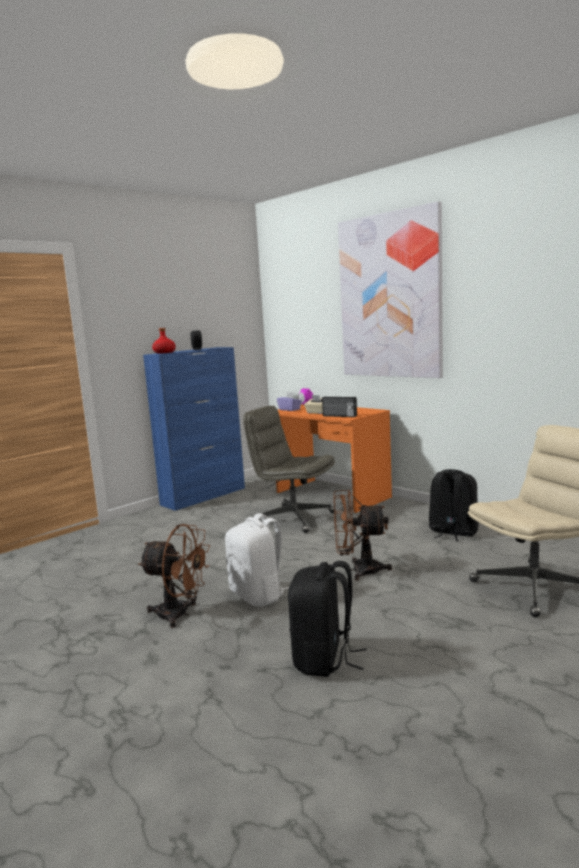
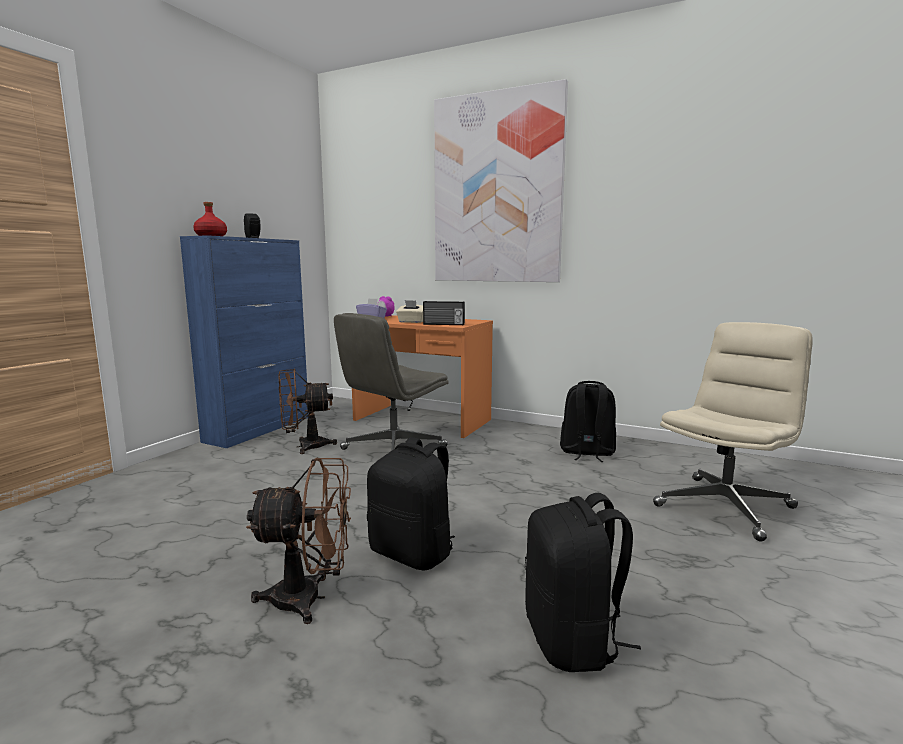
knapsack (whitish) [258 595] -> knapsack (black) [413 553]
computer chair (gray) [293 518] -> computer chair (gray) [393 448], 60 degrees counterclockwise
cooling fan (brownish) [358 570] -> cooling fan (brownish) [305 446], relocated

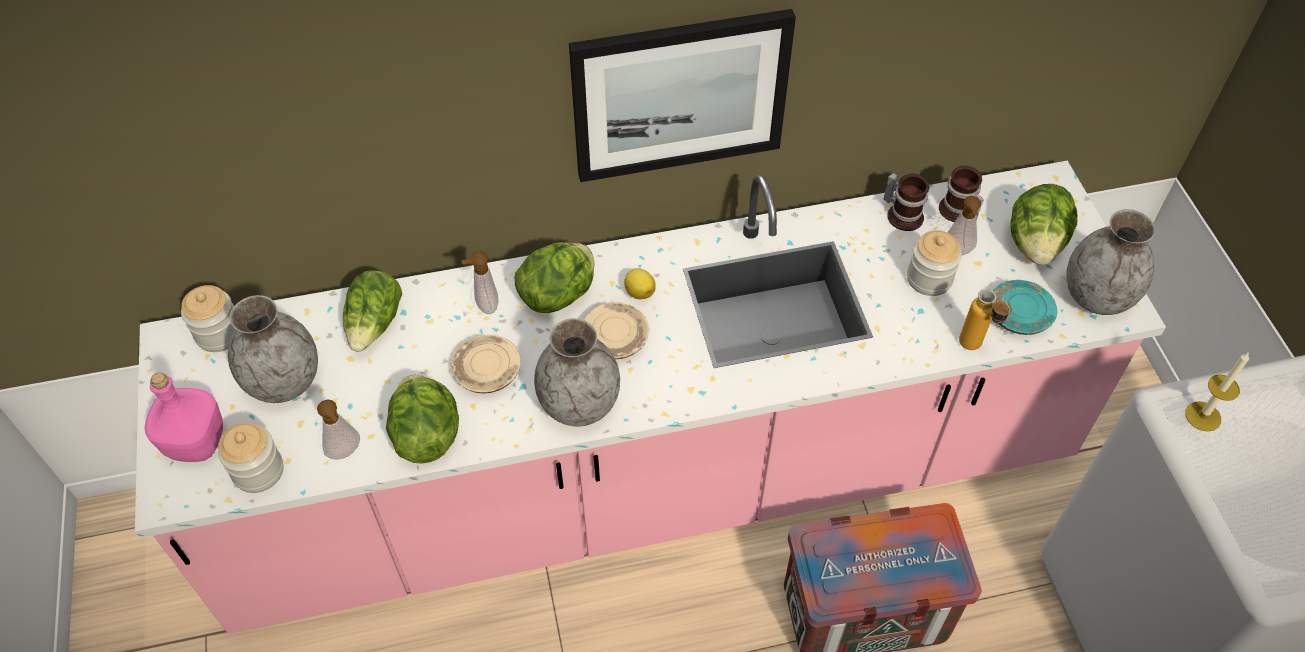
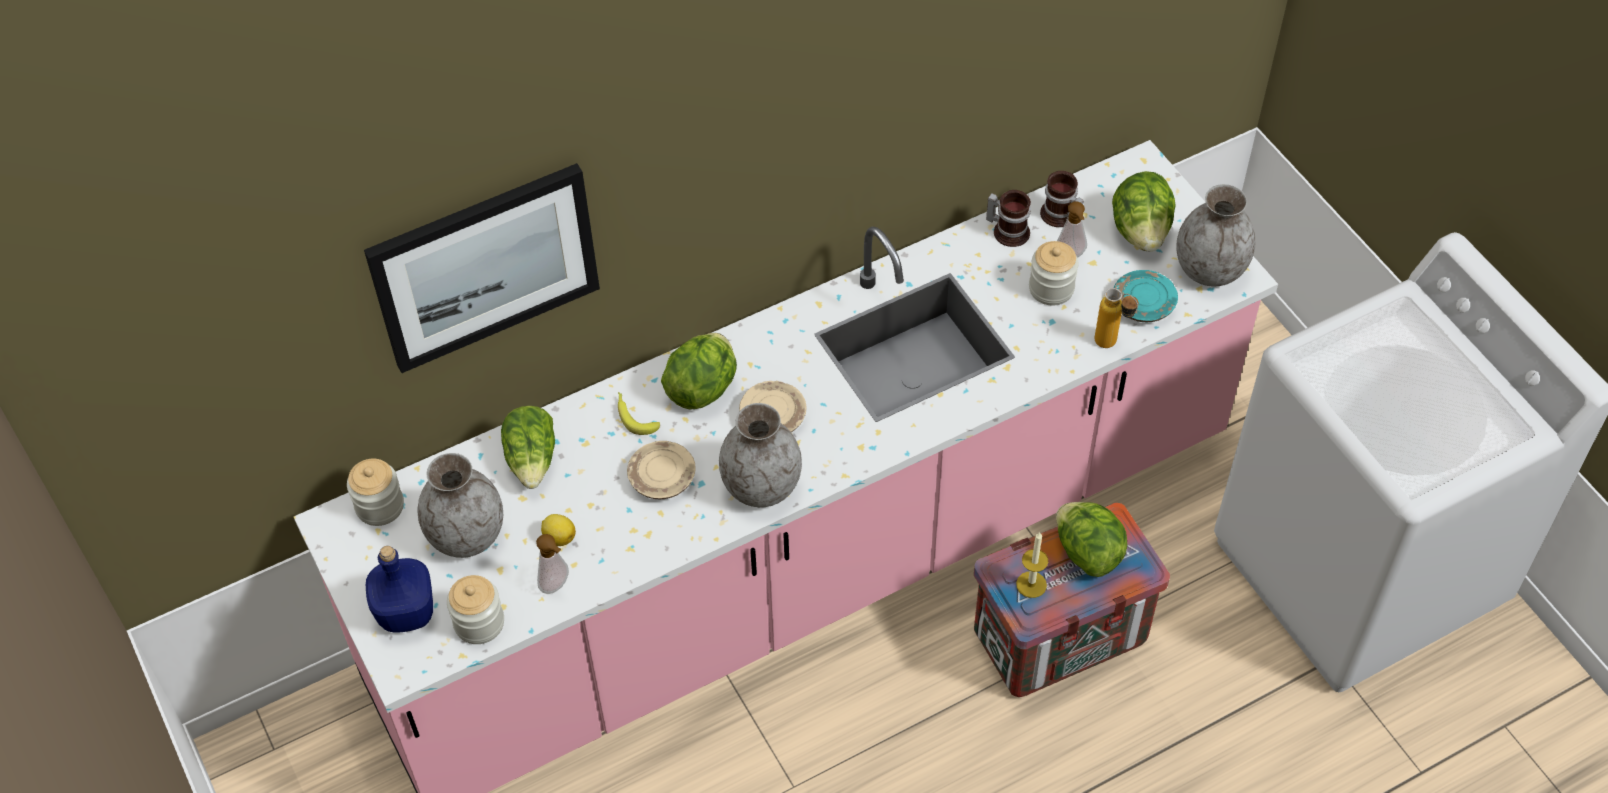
beverage bottle (pink) [196 444] -> beverage bottle (blue) [407 614]
head of lettuce [426 434] -> head of lettuce [1087 552], relocated
liquid soap bottle [485 306] -> whole banana [634 416]
wall picture [680 95] -> wall picture [485 266], relocated
lemon [639 292] -> lemon [559 537], relocated
candle [1203 416] -> candle [1031 584], relocated

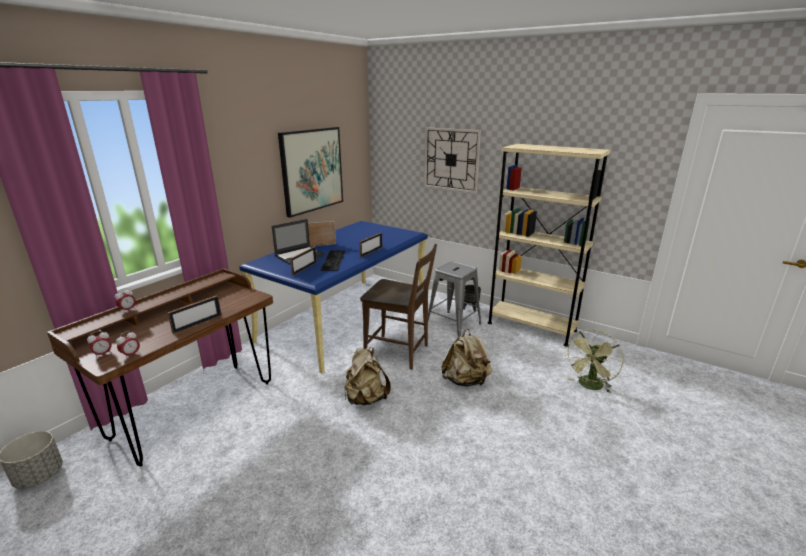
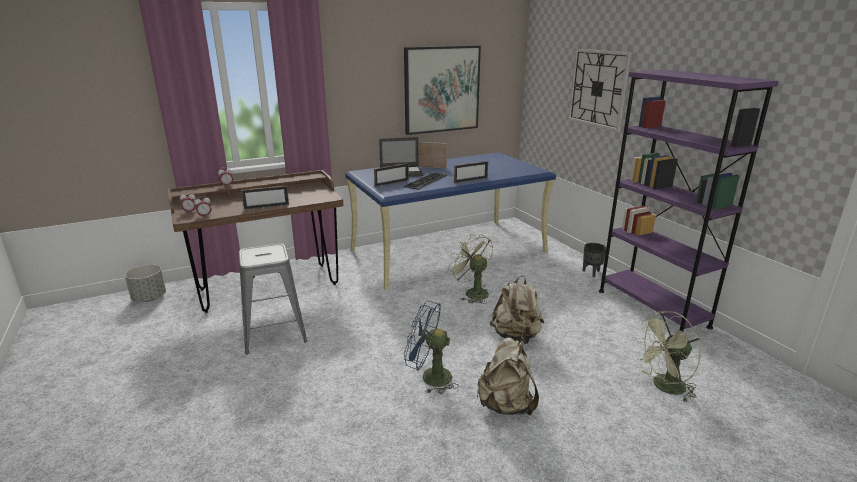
knapsack (beige) [365 398] -> knapsack (beige) [506 405], relocated
upright chair (brownish) [399 353] -> cooling fan (green-coloured) [472 292]
sitting stool (gray) [453 325] -> sitting stool (gray) [274 332], relocated
bookcase (beige) [531 327] -> bookcase (purple-coloured) [652 308]
none -> cooling fan (blue) [429 377]

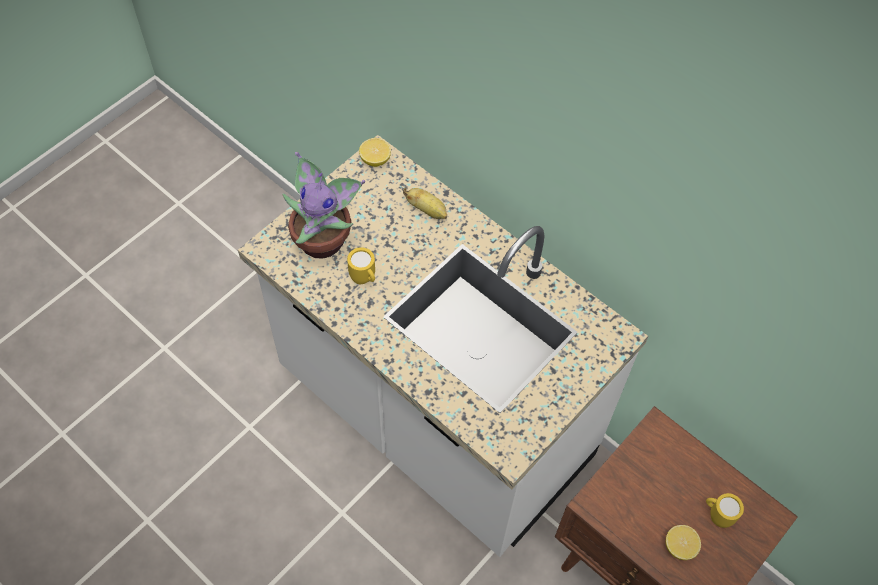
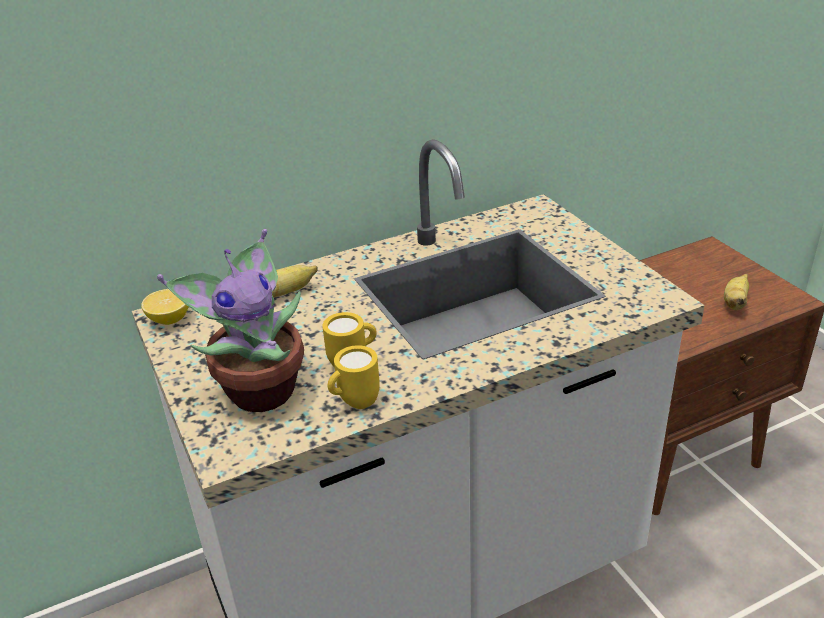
lemon [679 546] -> whole banana [735 303]
tea mug (yellow) [717 515] -> tea mug (yellow) [354 403], relocated

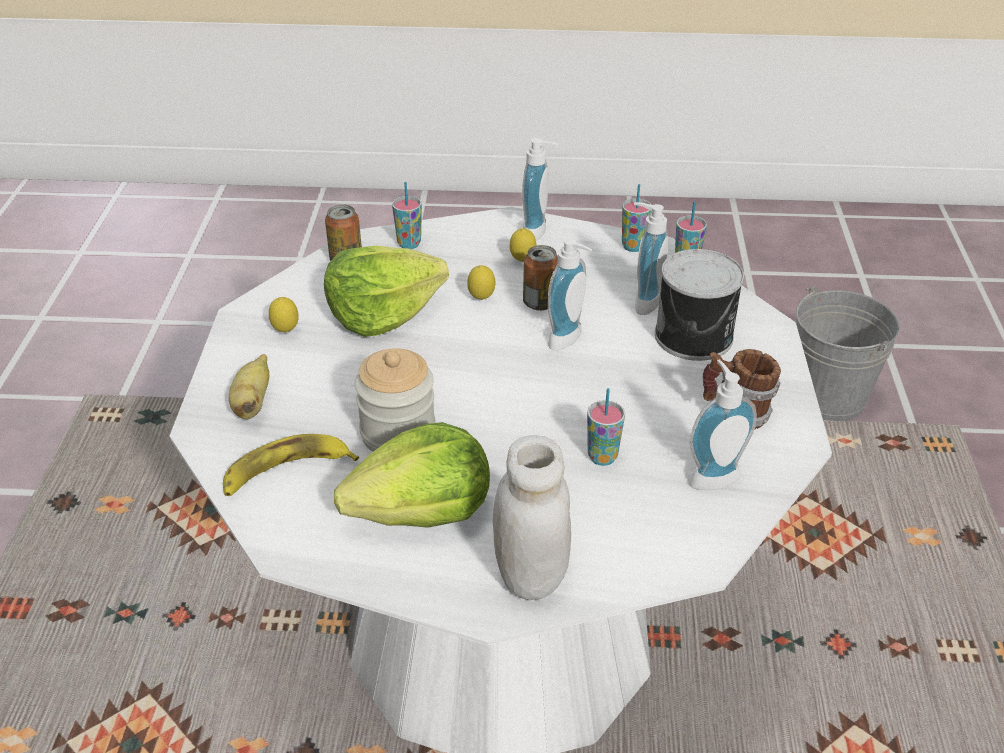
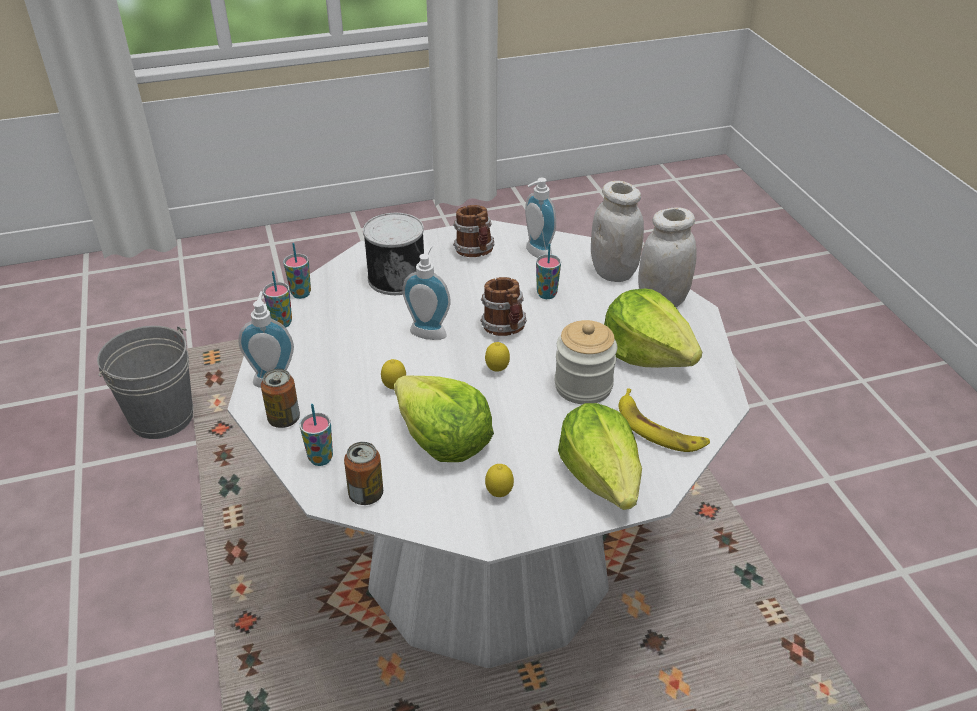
whole banana [253 403] -> head of lettuce [602 477]
lemon [522 261] -> lemon [497 370], relocated
sealed can [540 303] -> sealed can [284 419], relocated
liquid soap bottle [642 301] -> none
none -> tea mug [505 329]
none -> jar (whitish) [613 273]

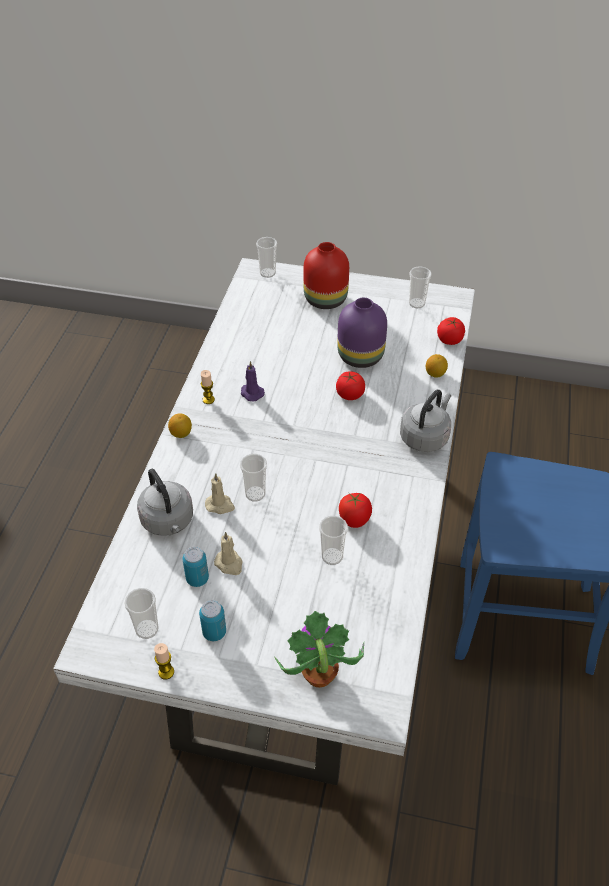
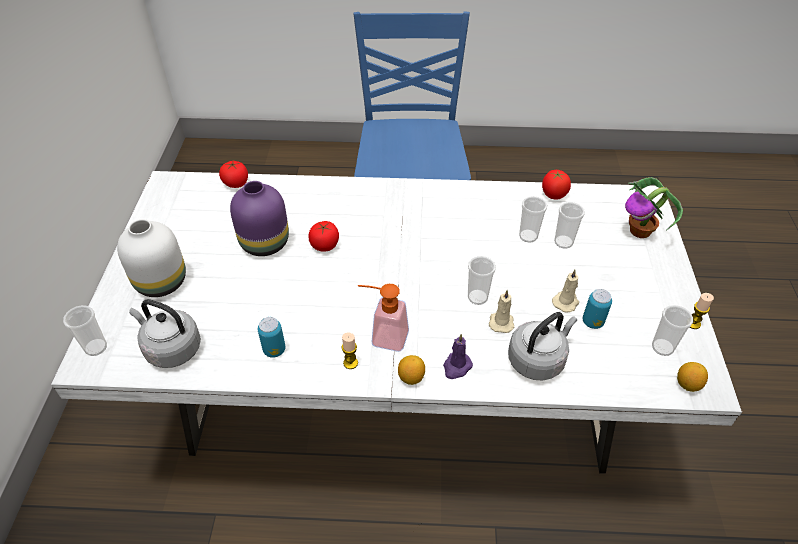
sealed can [214 632] -> sealed can [274 350], relocated
candle (purple-coloured) [251 393] -> candle (purple-coloured) [456 367], relocated
vase (red) [326 299] -> vase (whitish) [161 281]
tomato [354 520] -> tomato [553 195], relocated
tea kettle (gray) [425 437] -> tea kettle (gray) [171 348], relocated
drinking cup [416 303] -> drinking cup [563 242], relocated
lemon [435 374] -> lemon [687 384], relocated
none -> liquid soap bottle [383 336]

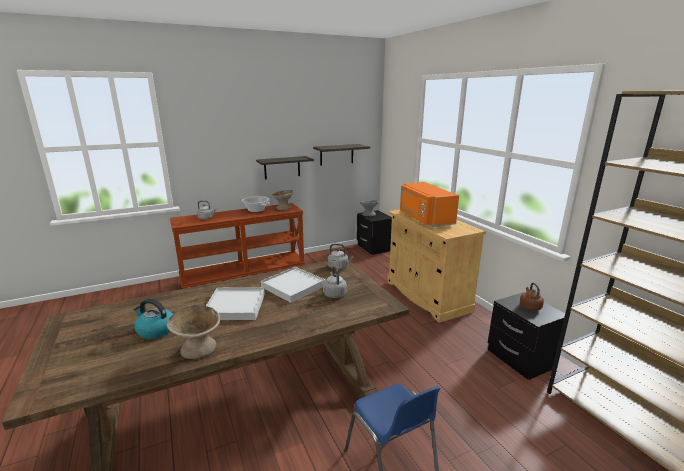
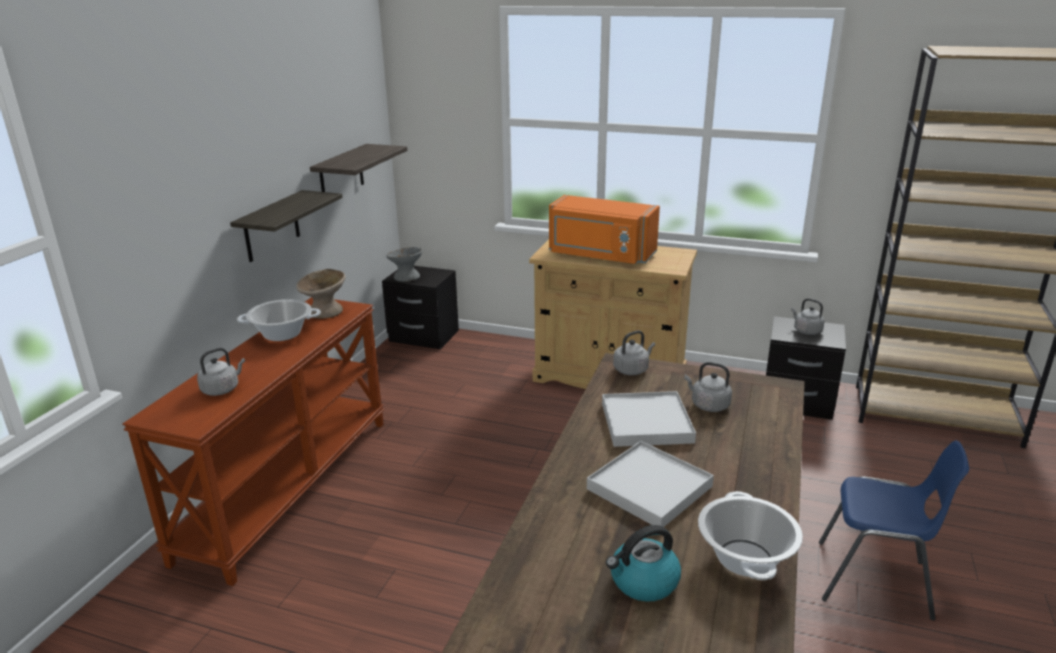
bowl (beige) [198 348] -> stockpot [744 558]
tea kettle (brownish) [529 306] -> tea kettle (gray) [806 331]

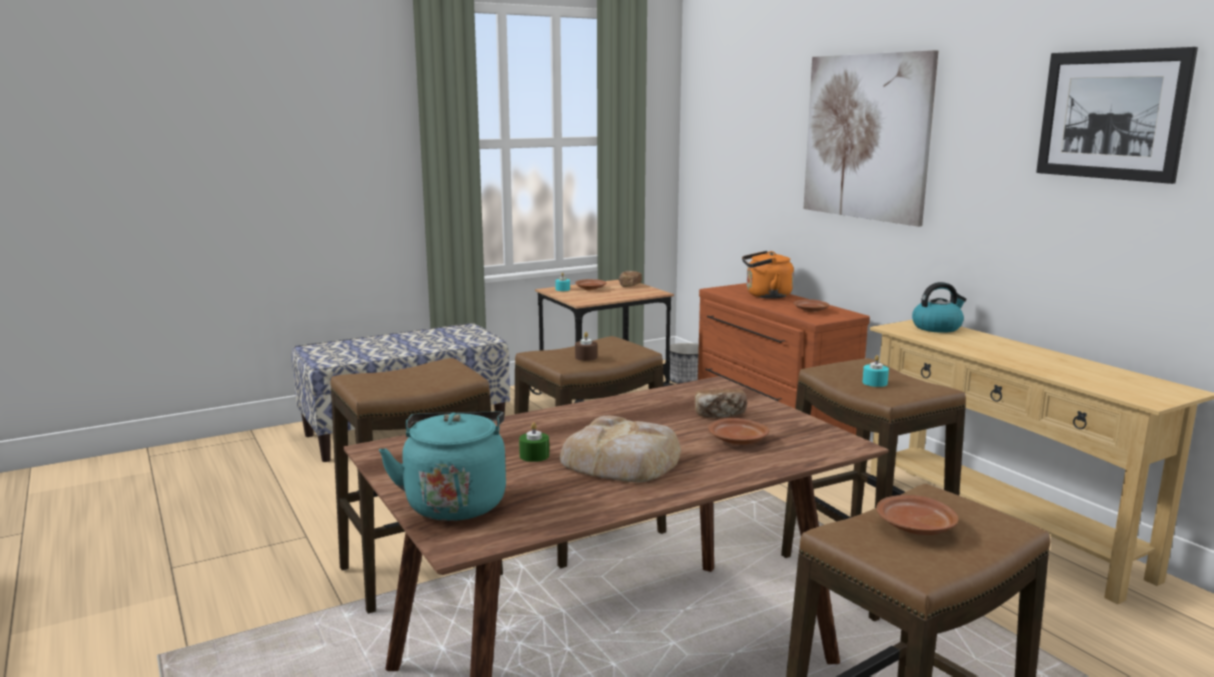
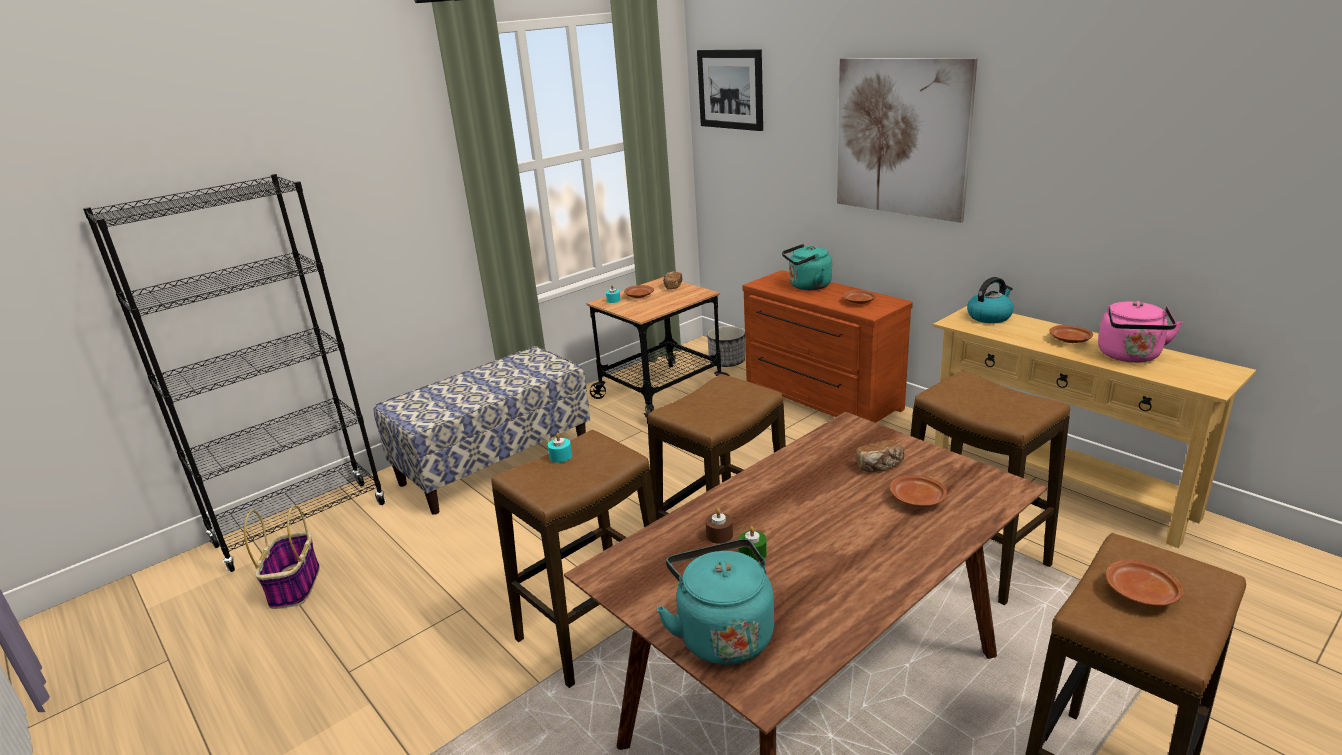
baked bread [622 461] -> none
candle (brownish) [586 357] -> candle (brownish) [719 535], relocated
tea kettle (orange-coloured) [765 295] -> tea kettle (blue-green) [807 286]
candle (blue-green) [874 383] -> candle (blue-green) [560 456], relocated
wall picture [1111 115] -> wall picture [730 89], relocated
none -> bookcase (black) [302 524]
none -> household basket [295 585]
none -> dinner plate (brownish) [1070 340]
none -> tea kettle (pink) [1130 356]

